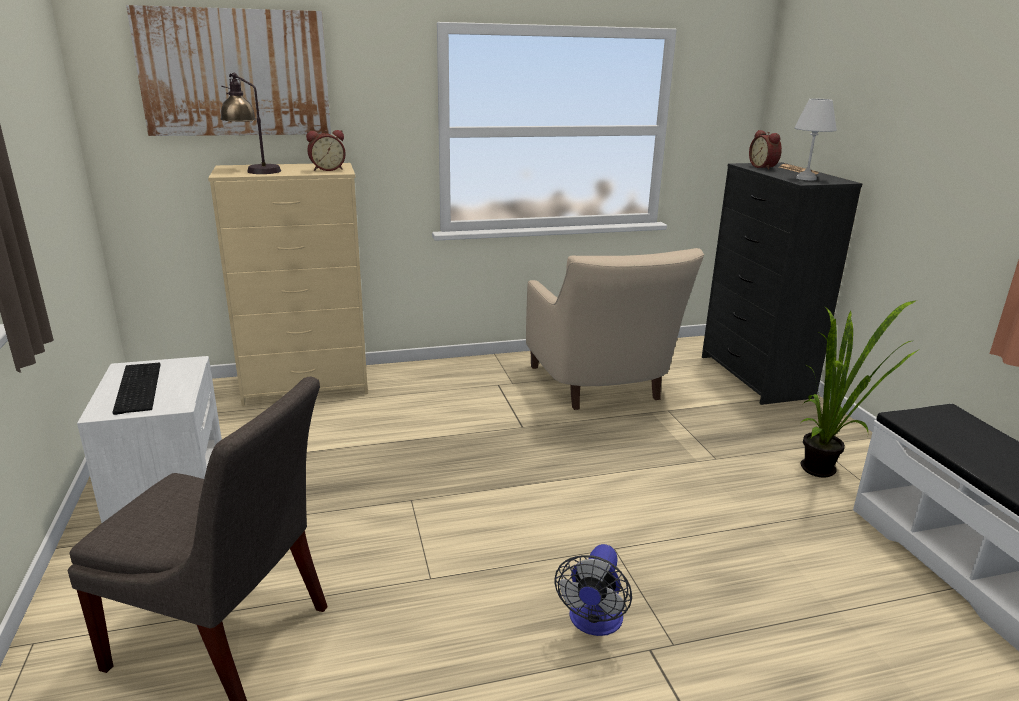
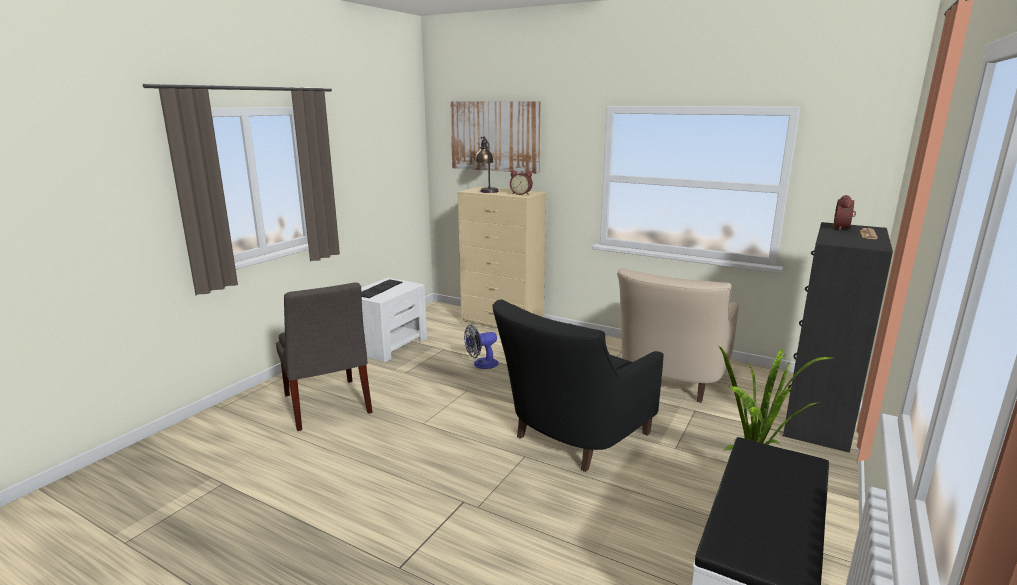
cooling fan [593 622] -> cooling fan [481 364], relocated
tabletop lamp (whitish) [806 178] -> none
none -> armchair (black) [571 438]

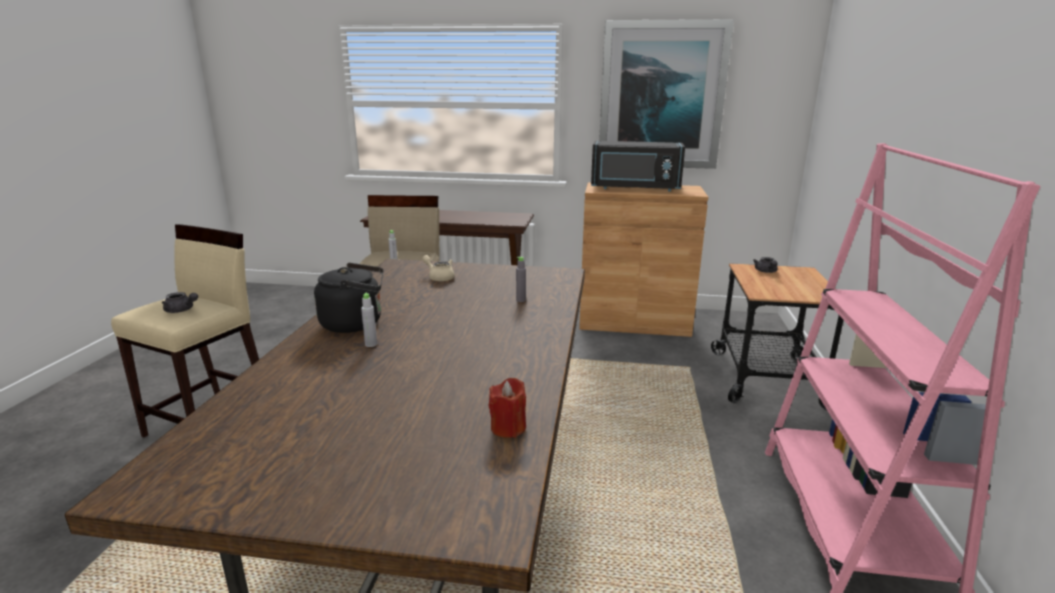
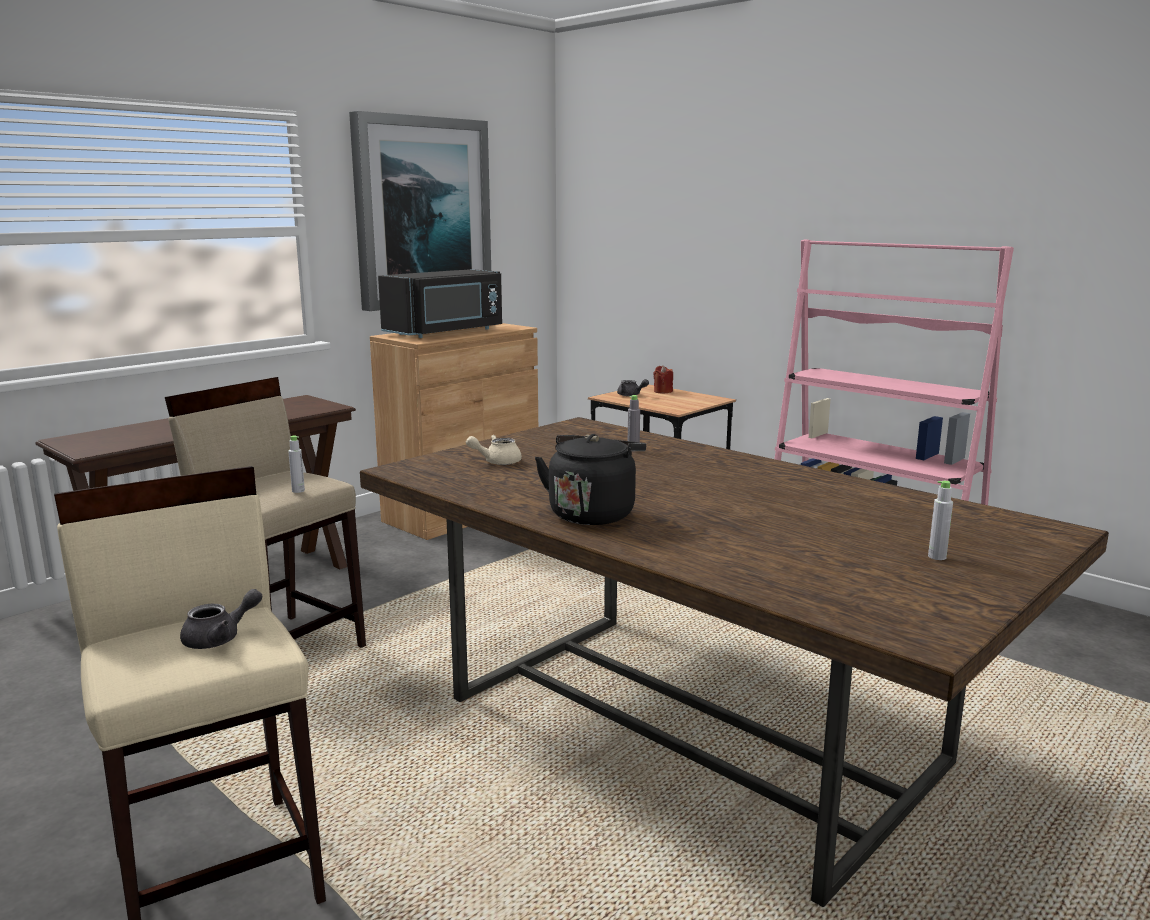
beverage bottle (gray) [371 344] -> beverage bottle (gray) [937 557], relocated
candle (red) [508 427] -> candle (red) [663 391], relocated

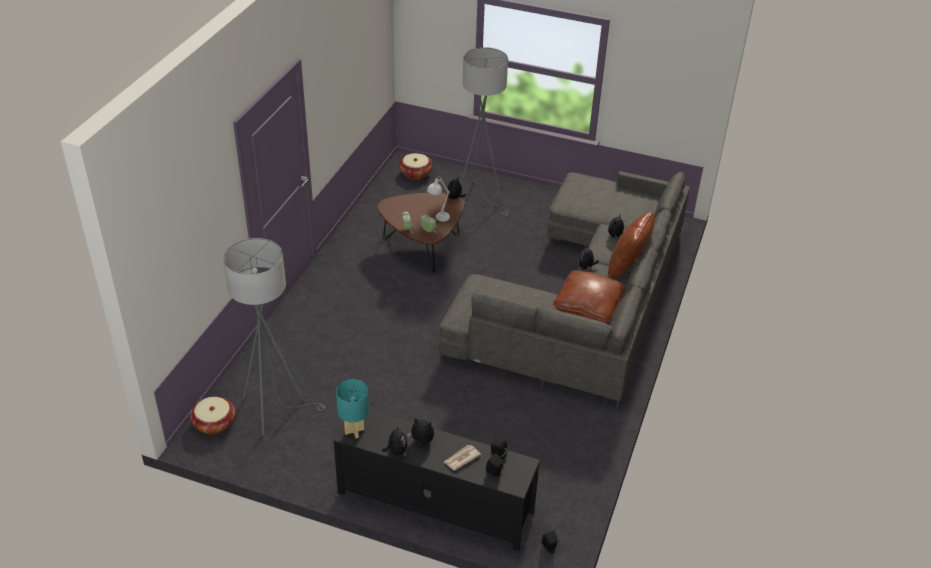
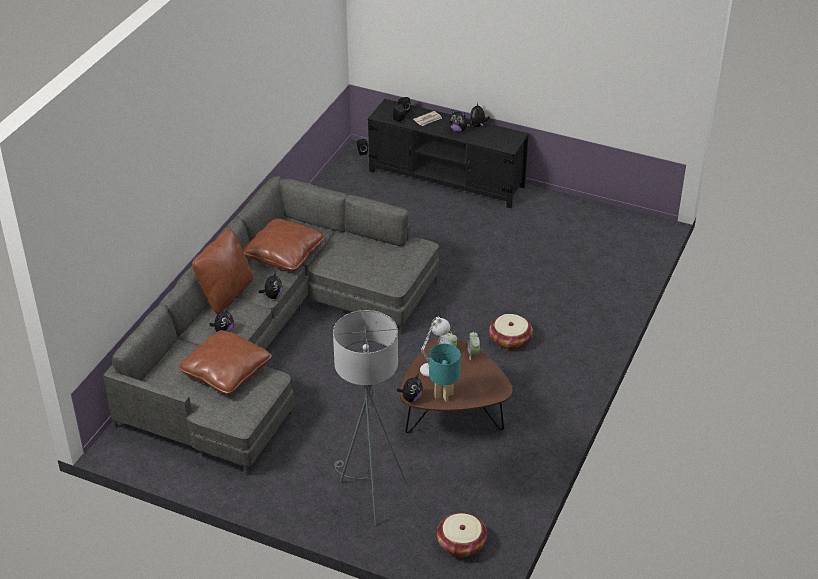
household basket [214 423] -> household basket [510 340], relocated
standard lamp (gray) [275 409] -> none
tabletop lamp (blue-green) [354 431] -> tabletop lamp (blue-green) [444 395], relocated
none -> cushion (brownish) [226 372]

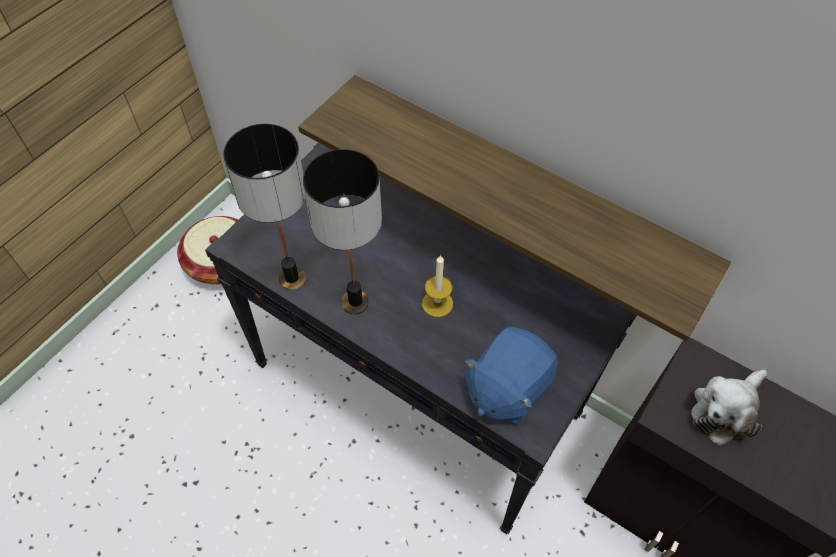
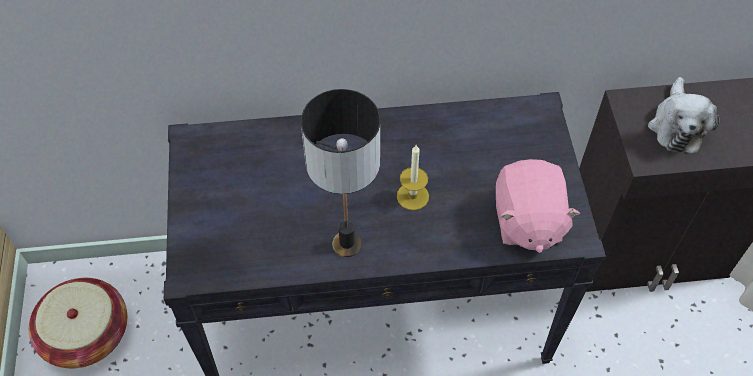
tabletop lamp [292 278] -> none
shelf [521 185] -> none
cuddly toy (blue) [506 388] -> cuddly toy (pink) [527 221]

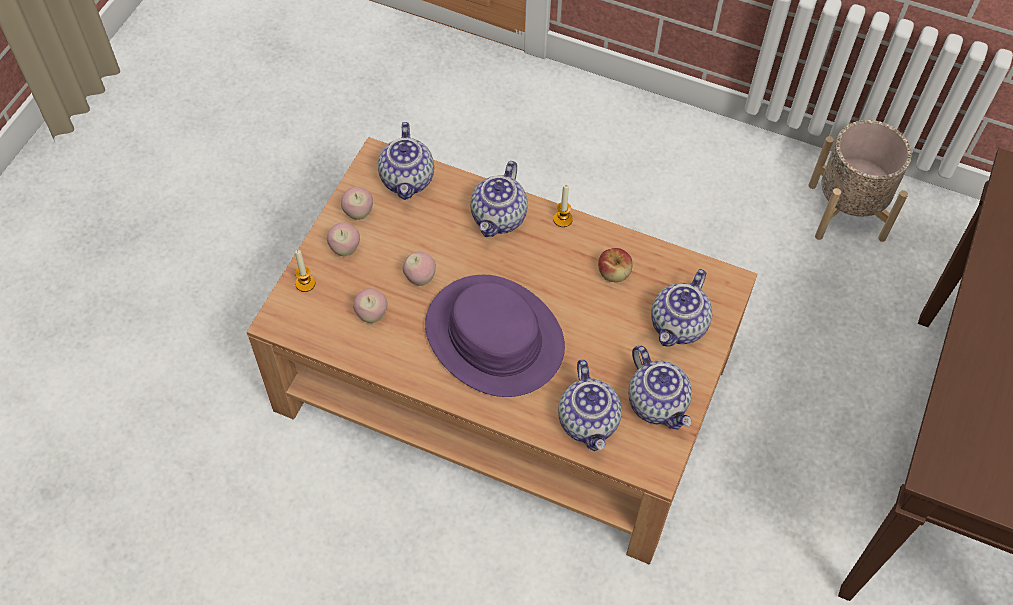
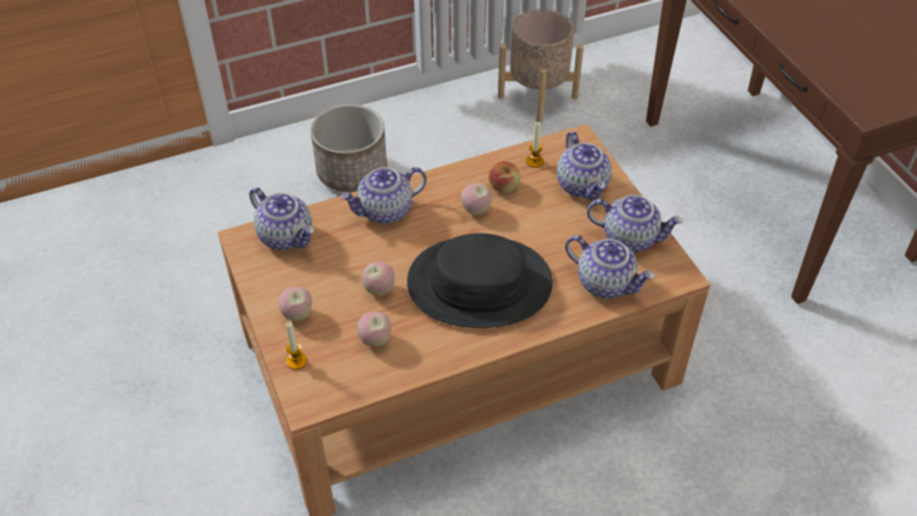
whole apple [358 213] -> whole apple [476 210], relocated
hat (purple-coloured) [494 337] -> hat (black) [479 284]
teapot [499 218] -> teapot [385 211], 90 degrees clockwise
candle [562 219] -> candle [534 161], relocated
none -> flower pot [352 171]

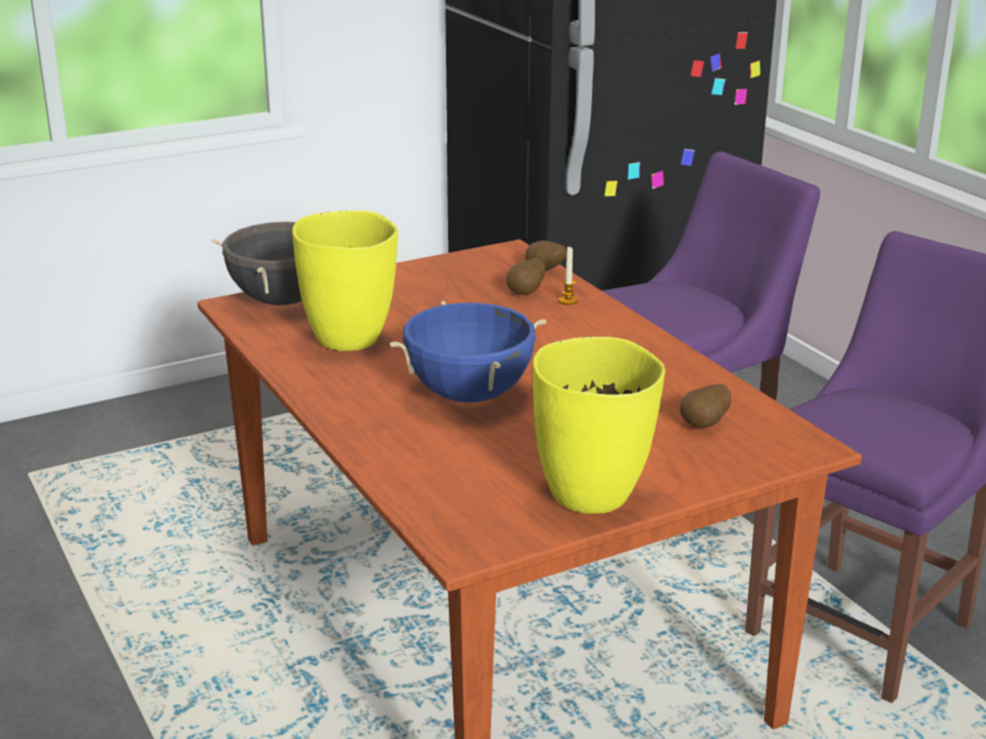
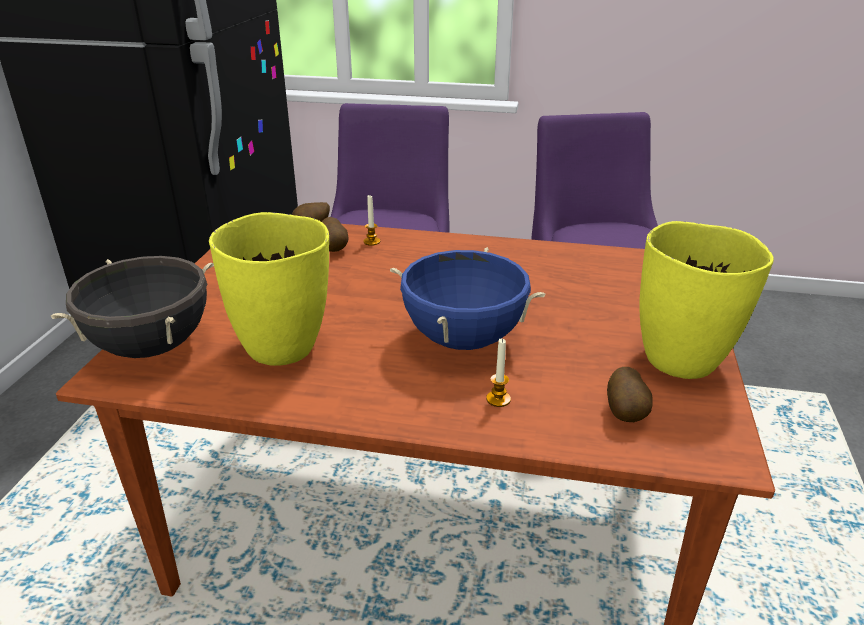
spud [705 425] -> spud [626 414], relocated
none -> candle [498 399]

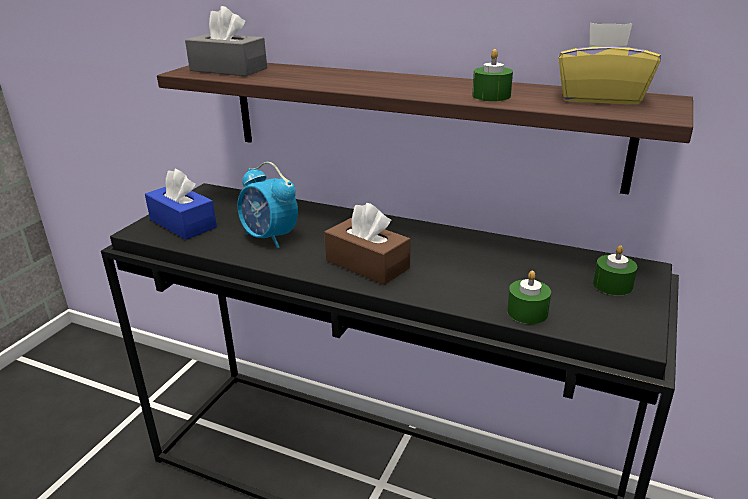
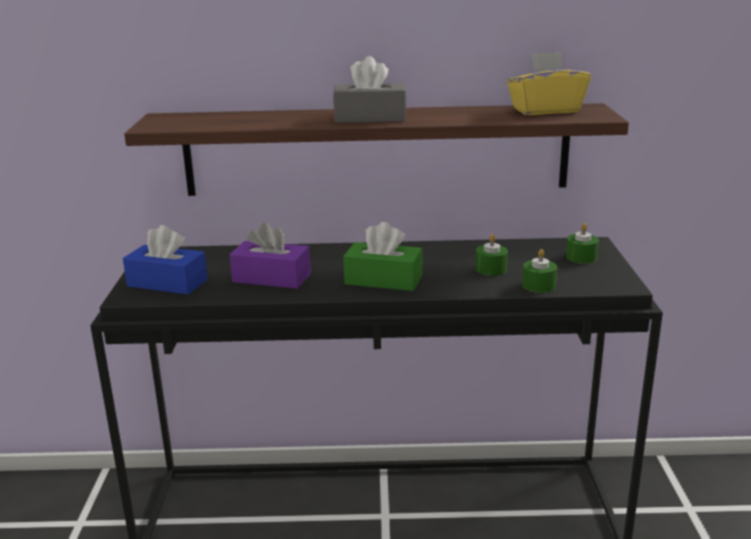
tissue holder (gray) [228 69] -> tissue holder (gray) [370 118], relocated
table clock [270 238] -> tissue holder (purple-coloured) [271 278]
tissue holder (brownish) [367 264] -> tissue holder (green-coloured) [383 280]
candle (green-coloured) [491 96] -> candle (green-coloured) [491 269], relocated

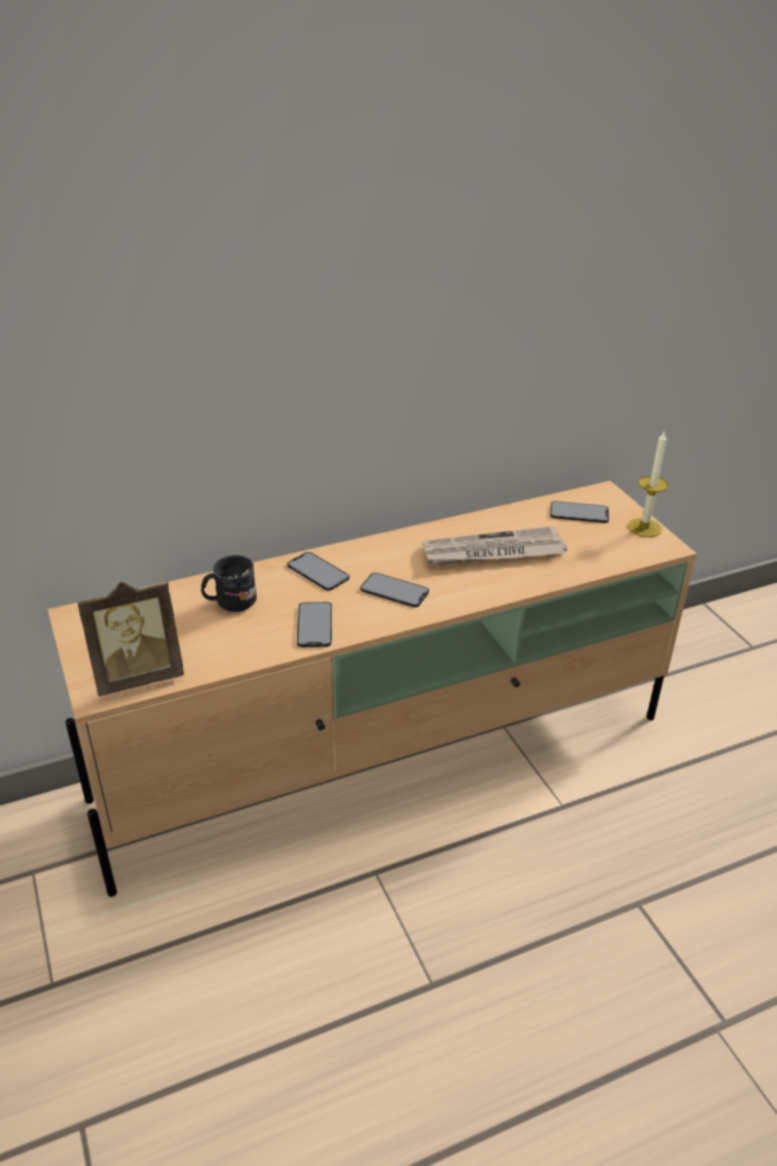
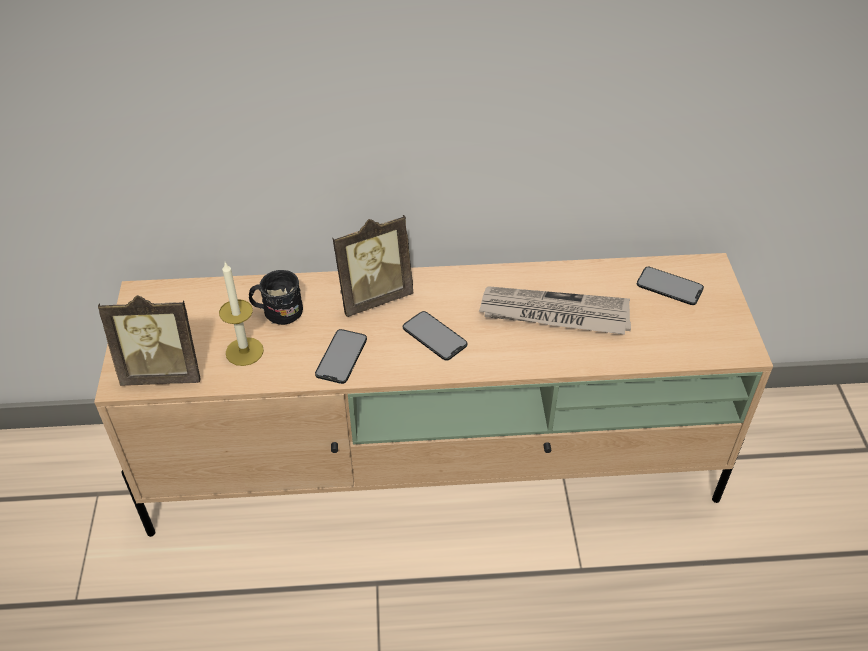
handset [318 571] -> picture frame [373 297]
candle [644 528] -> candle [244 351], relocated

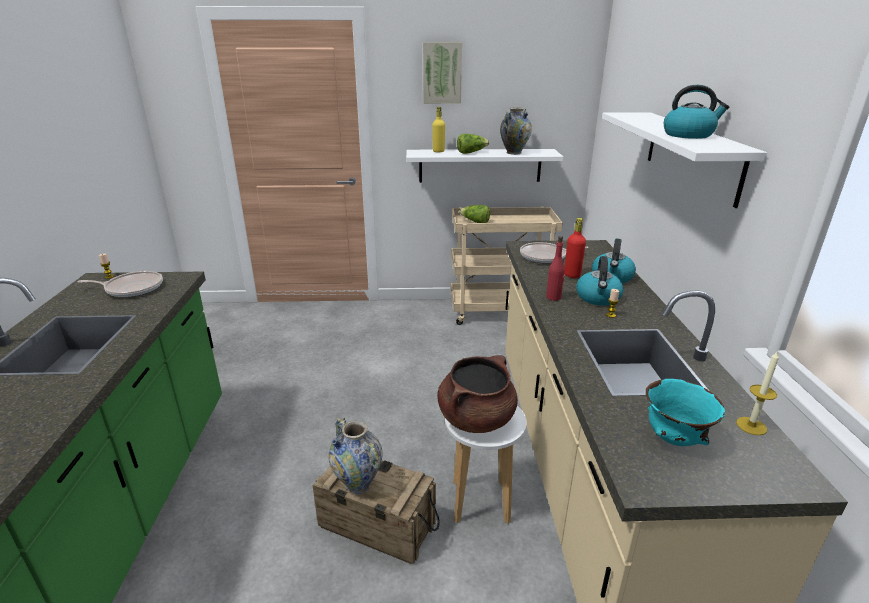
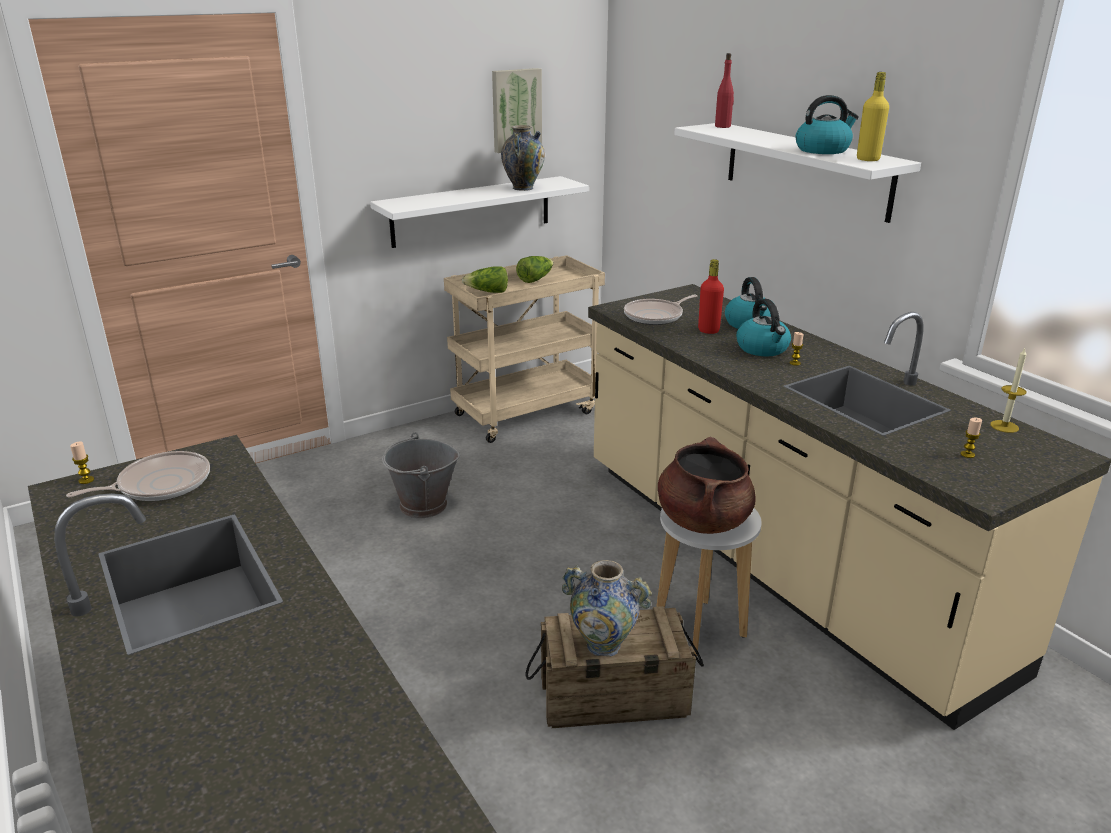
wall picture [442 73] -> wall picture [515 110], relocated
beverage bottle (yellow) [438 151] -> beverage bottle (yellow) [868 159], relocated
head of lettuce [471 152] -> head of lettuce [535 279], relocated
beverage bottle (red) [553 297] -> beverage bottle (red) [723 126], relocated
bowl (blue-green) [675 439] -> candle [967 454]
none -> pail (gray) [423 505]

